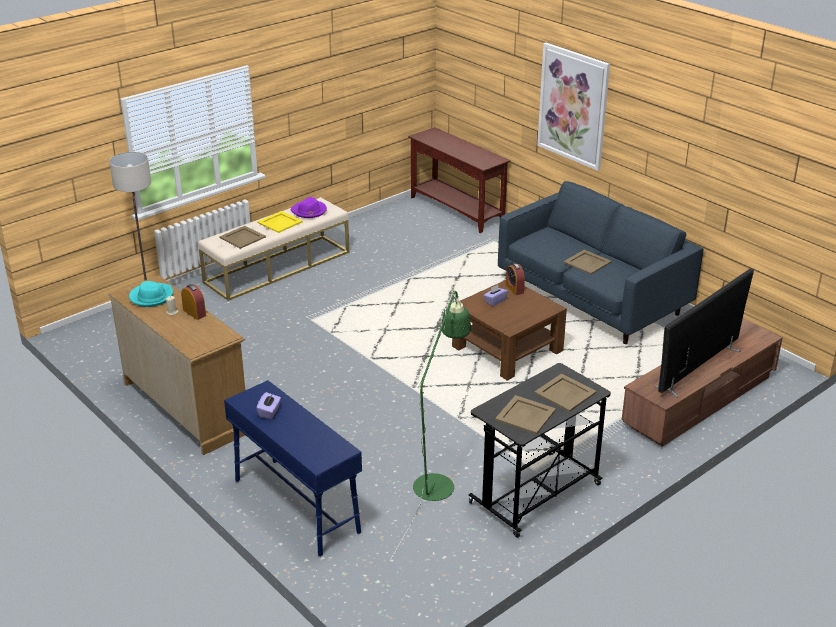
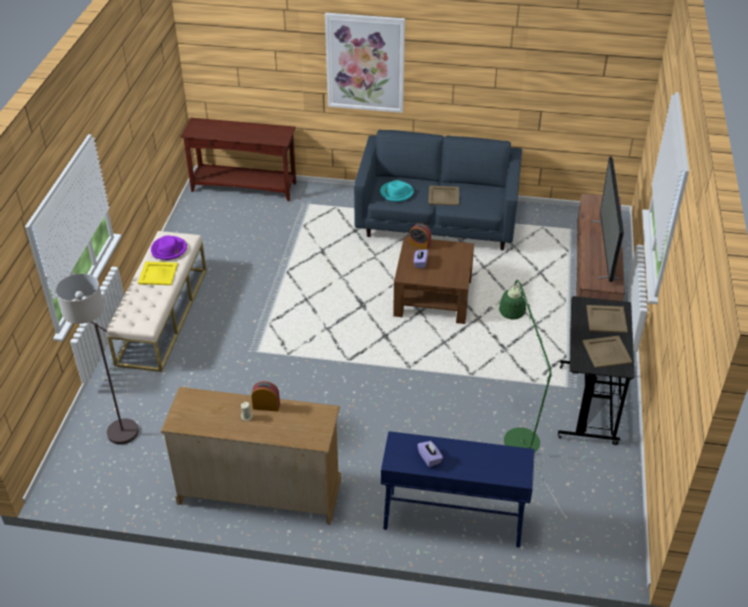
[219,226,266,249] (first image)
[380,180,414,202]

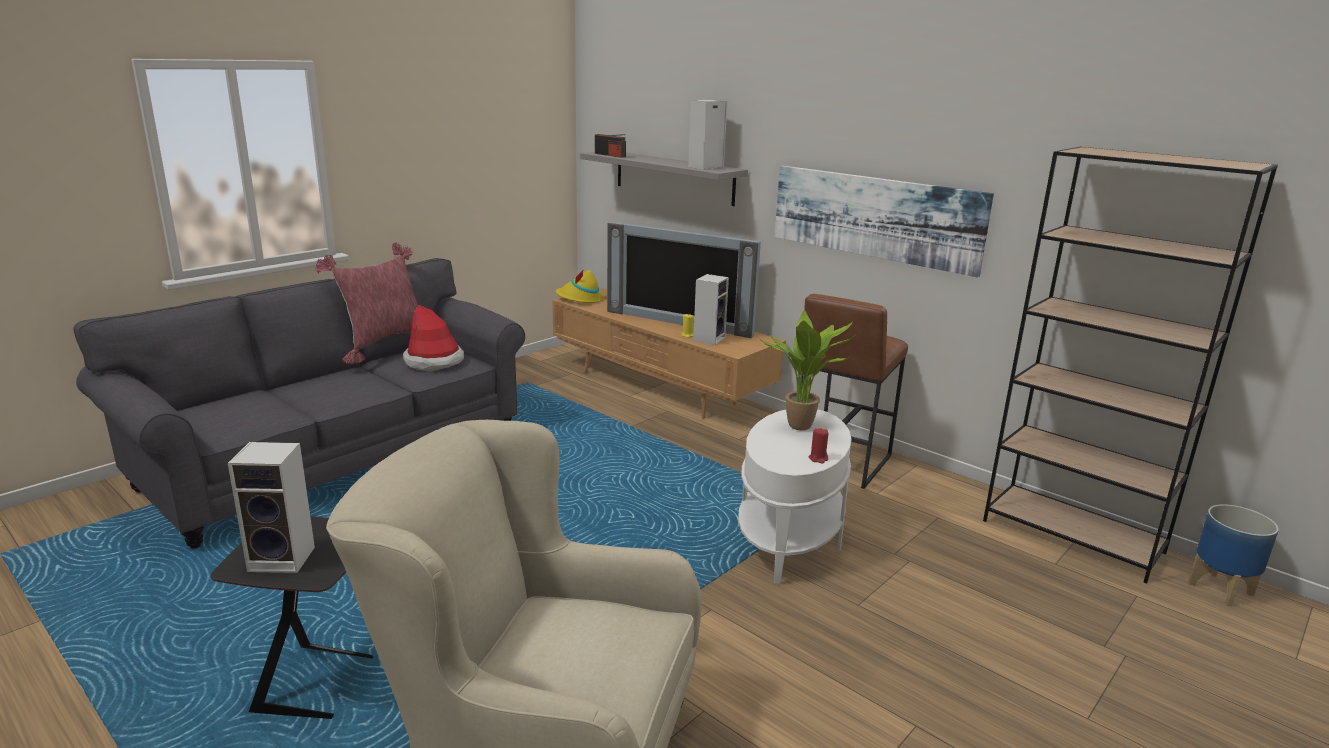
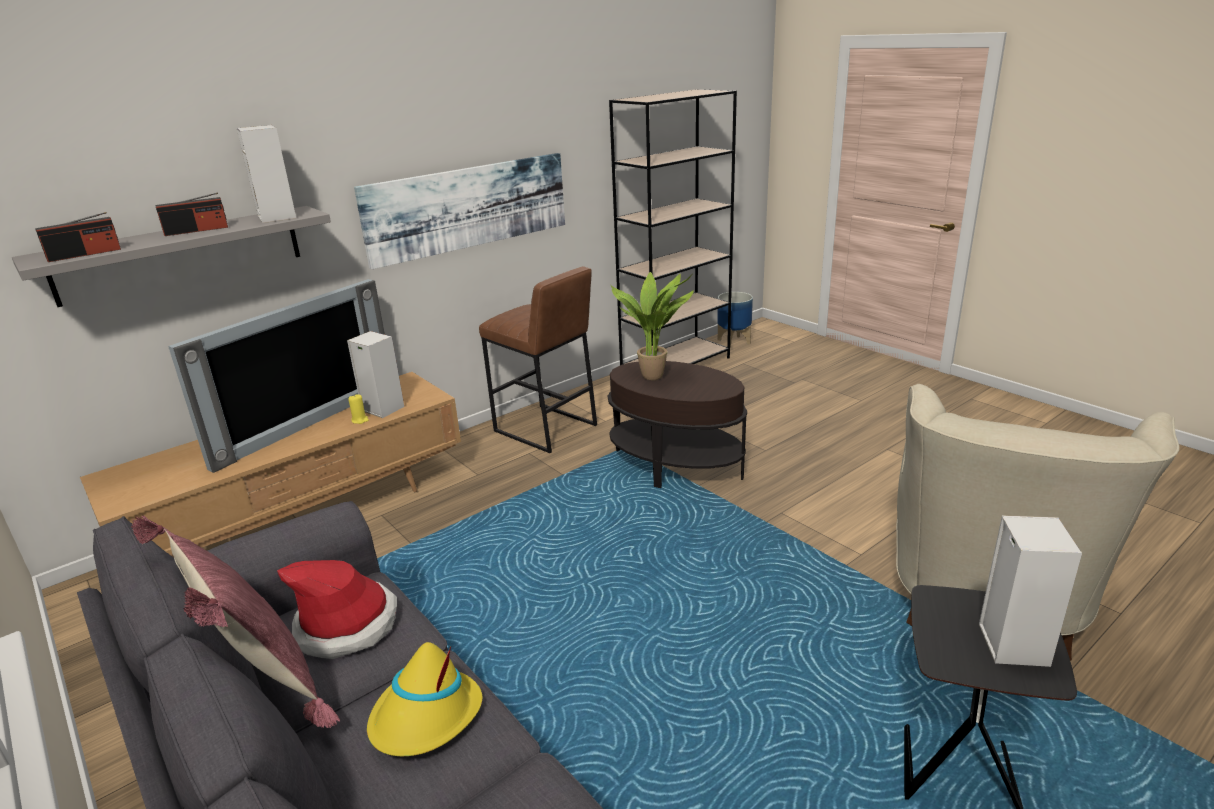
[367,642,482,756]
[608,361,747,488]
[809,428,829,464] (first image)
[156,192,228,236]

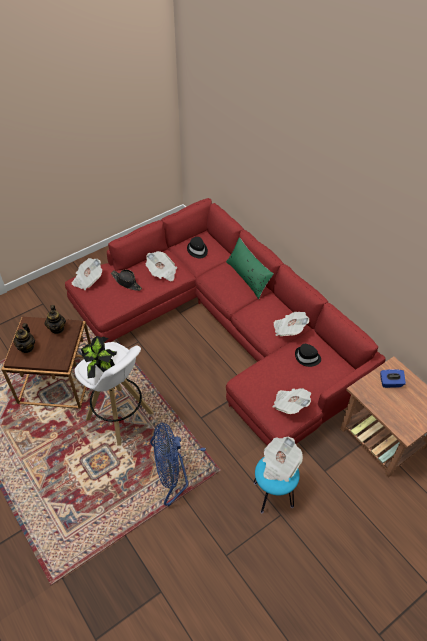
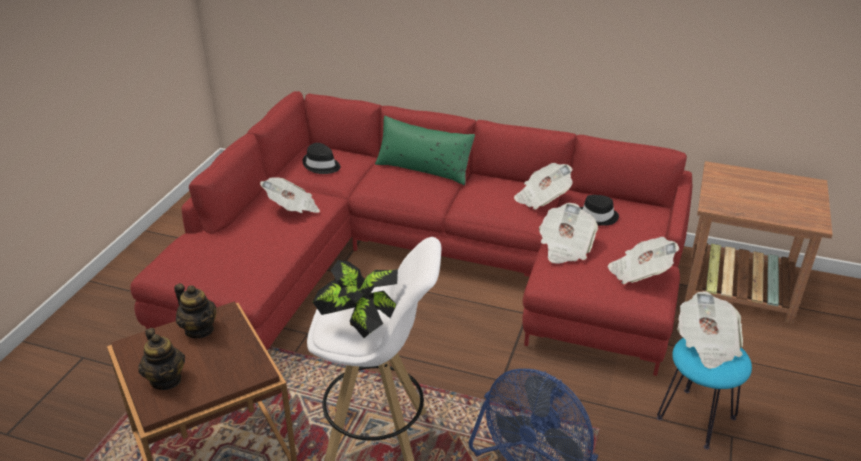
[539,203,598,264]
[111,269,142,291] (first image)
[380,369,406,388] (first image)

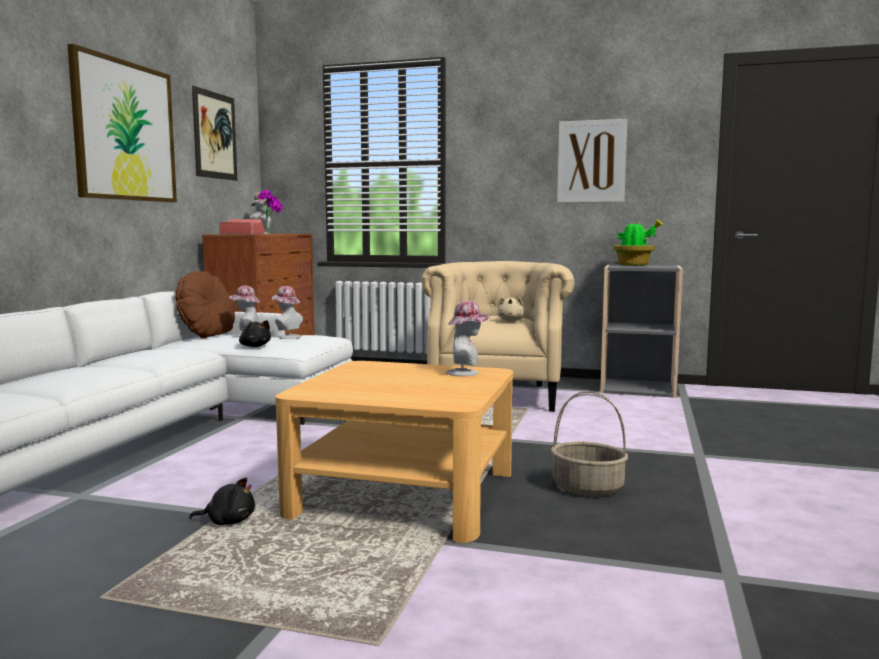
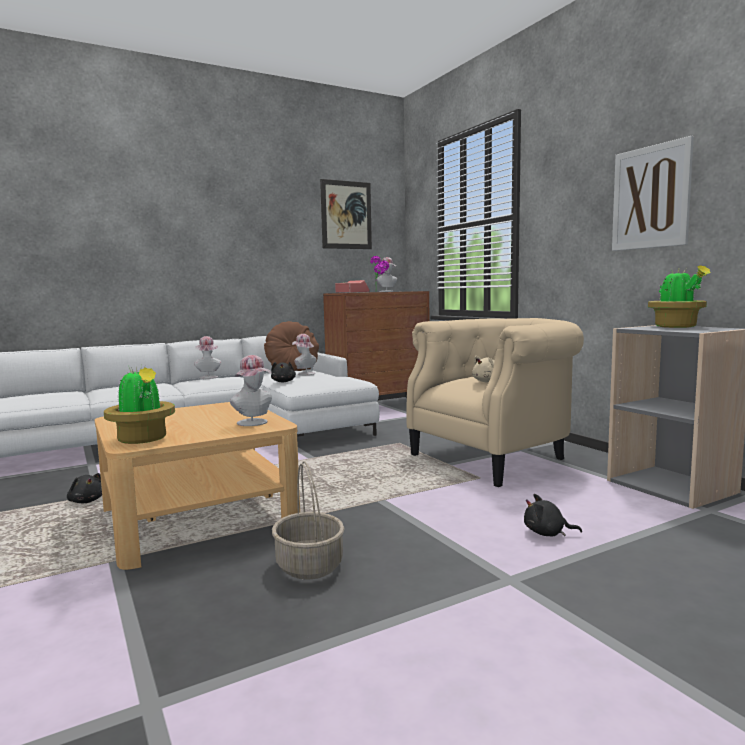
[67,44,177,202] (first image)
[194,336,221,379]
[104,366,175,444]
[524,494,582,536]

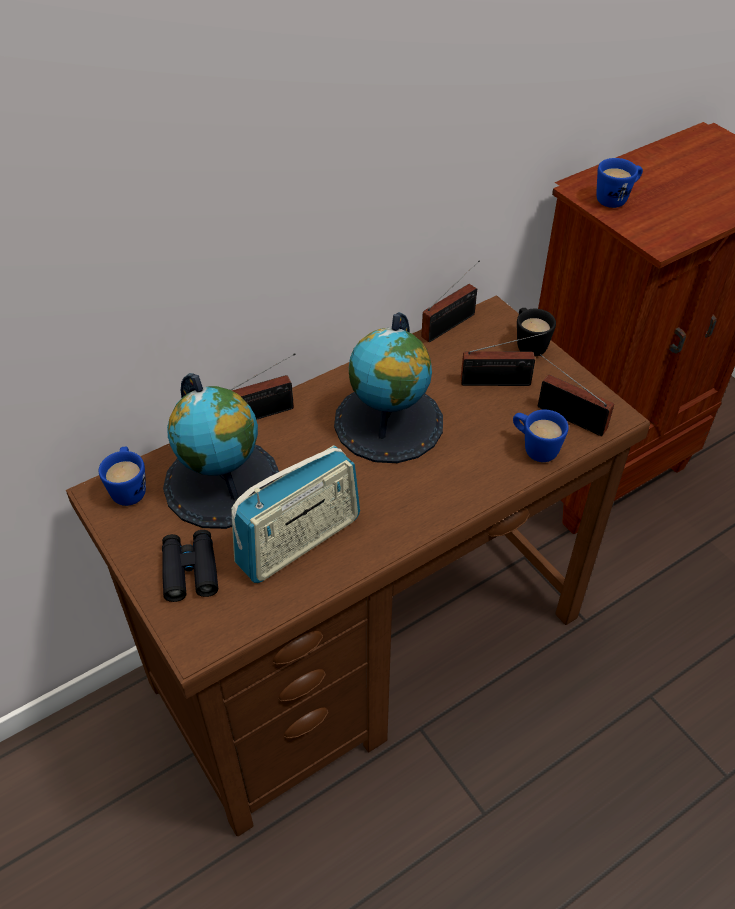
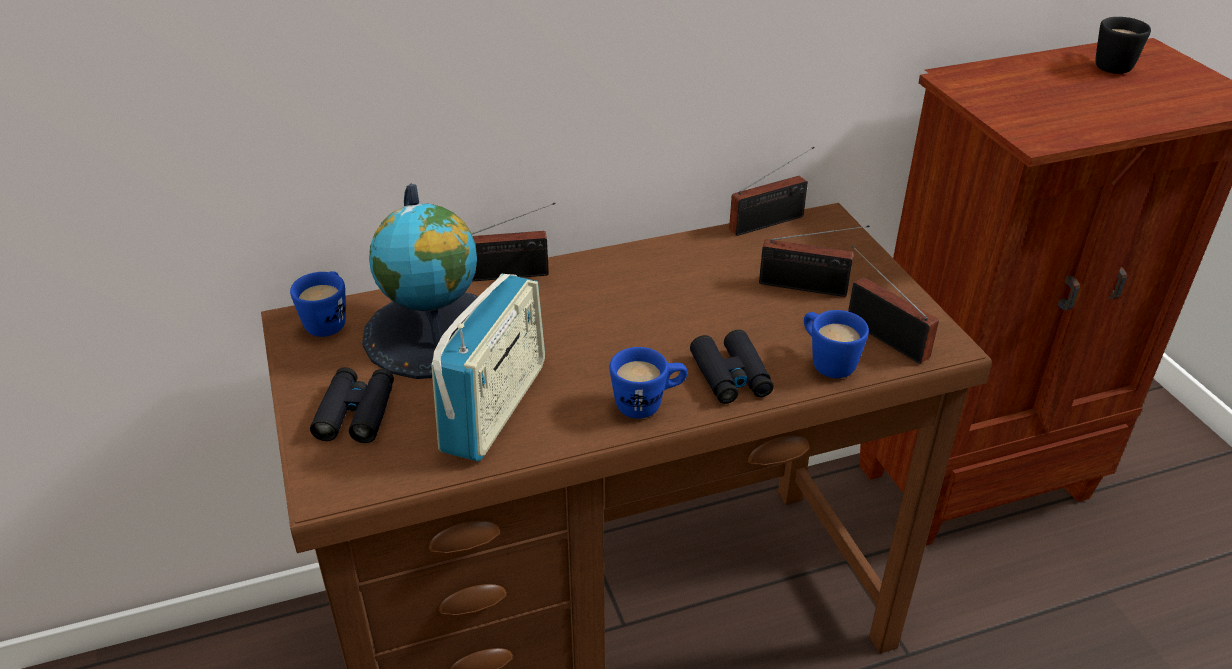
[610,347,687,419]
[1096,17,1151,74]
[334,312,443,463] (first image)
[431,273,545,462]
[690,330,774,404]

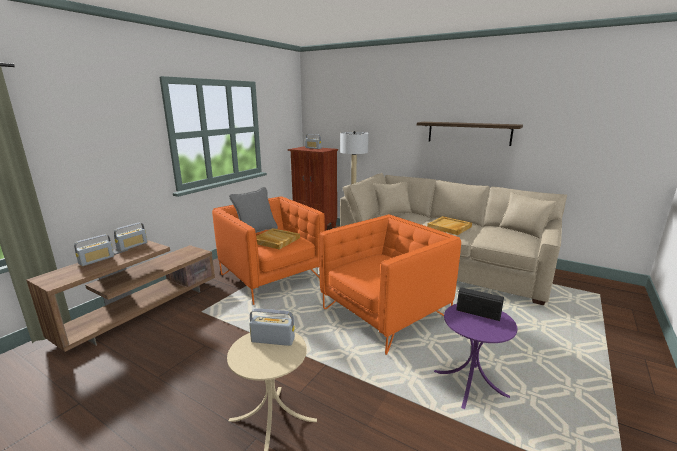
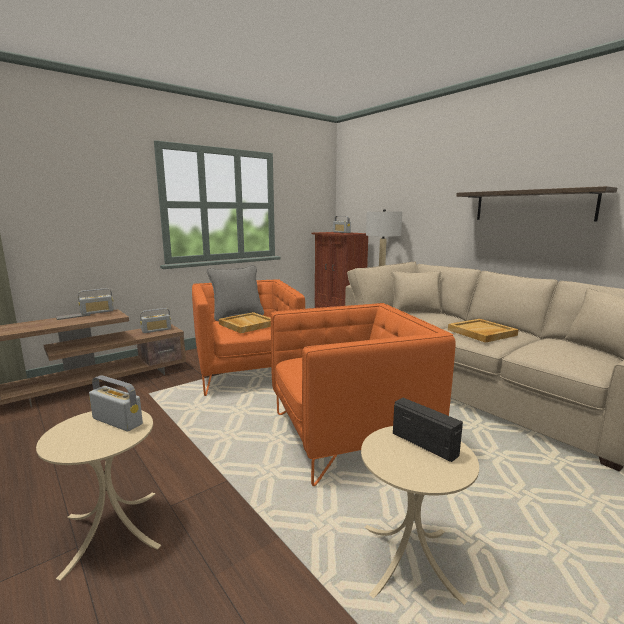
[140,308,171,333]
[361,426,479,605]

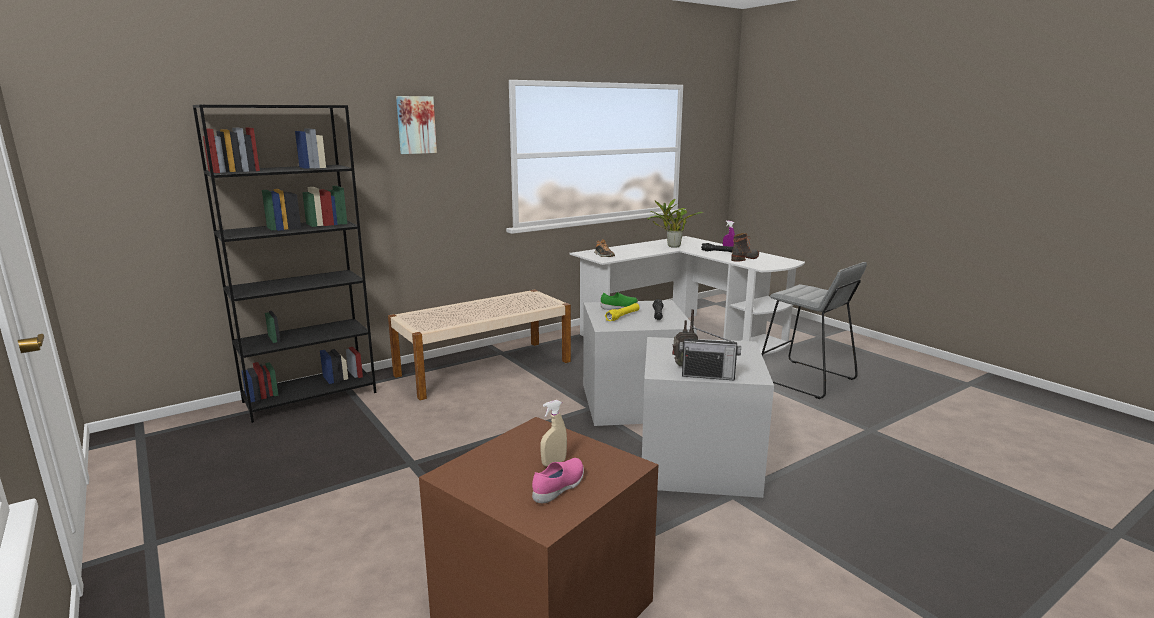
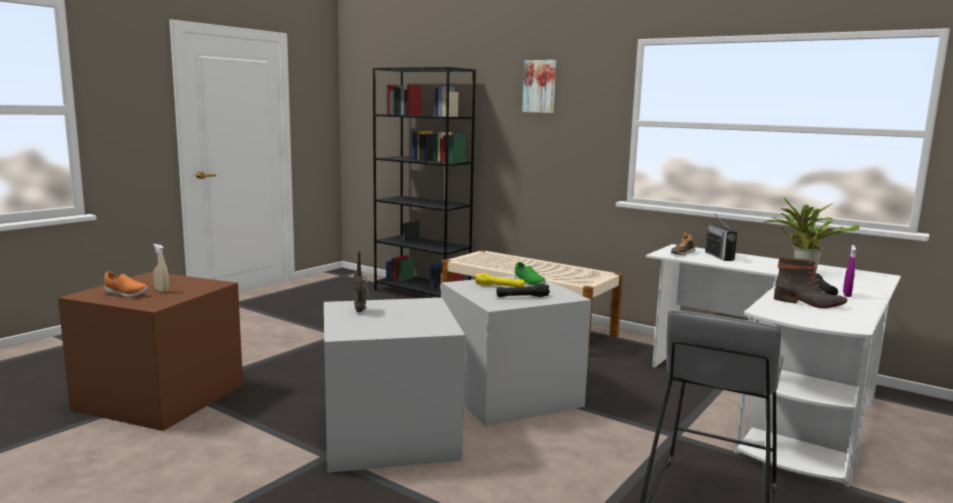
[705,214,737,261]
[104,272,148,297]

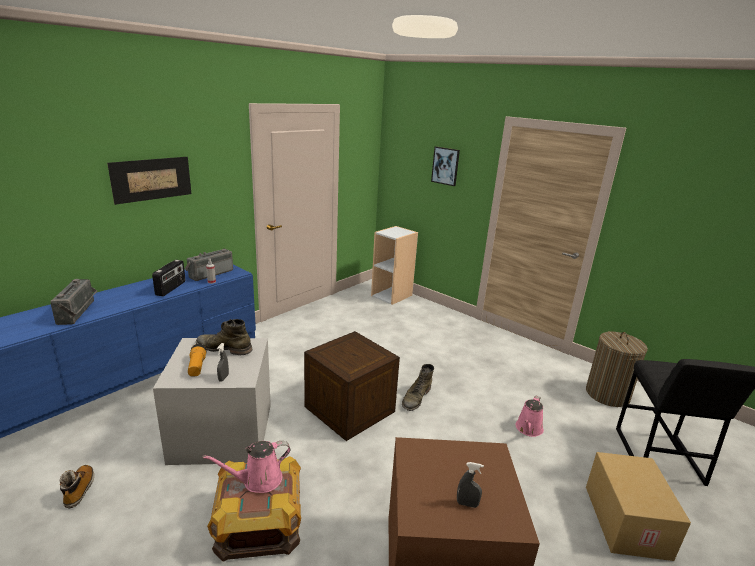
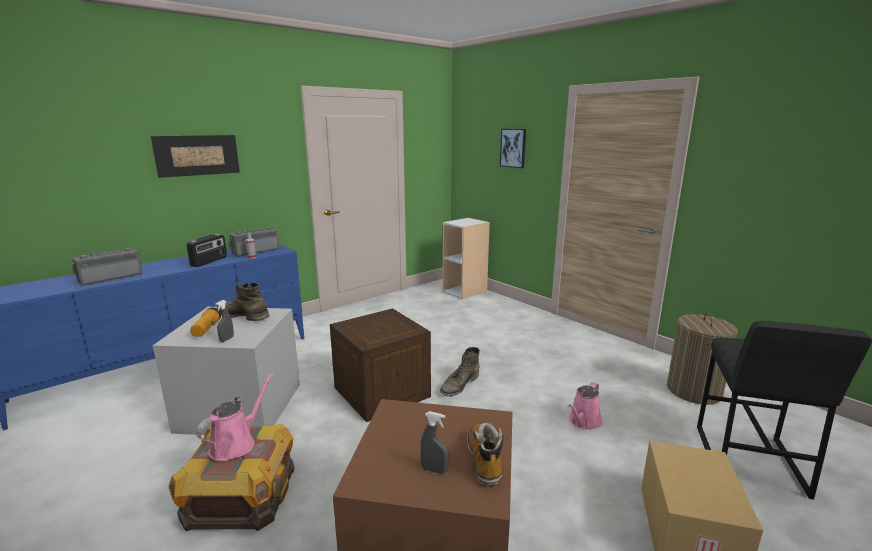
[72,248,142,286]
[196,373,274,461]
[467,422,503,486]

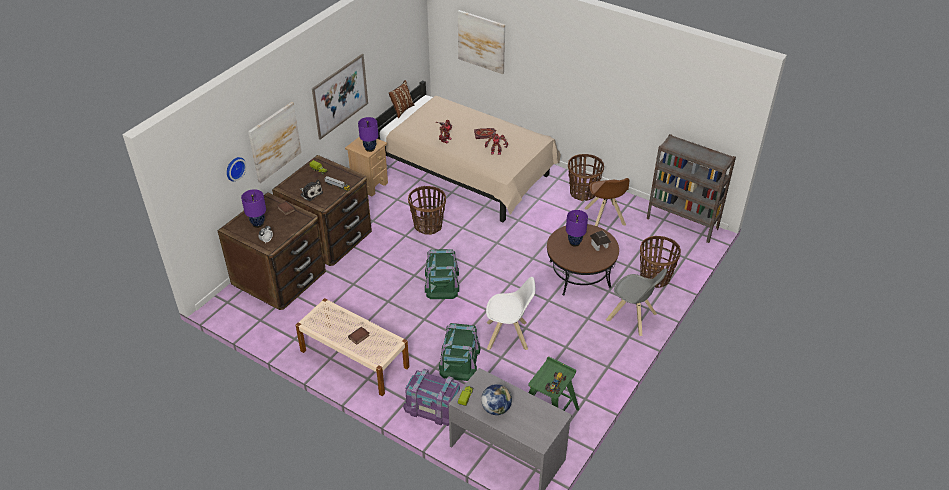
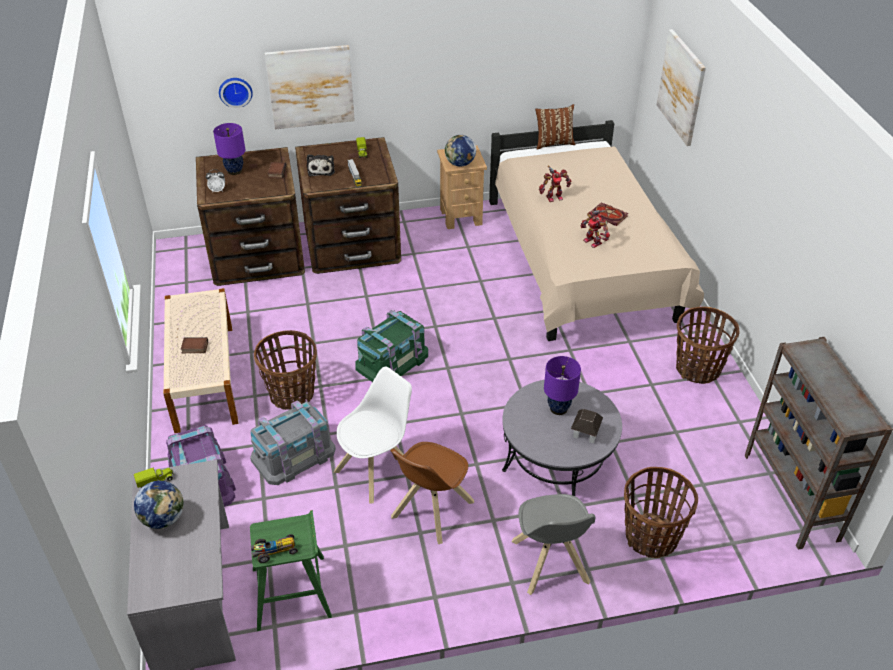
[312,54,368,140] (first image)
[445,135,476,166]
[390,442,474,544]
[254,330,317,410]
[502,379,622,496]
[334,367,412,504]
[250,401,336,485]

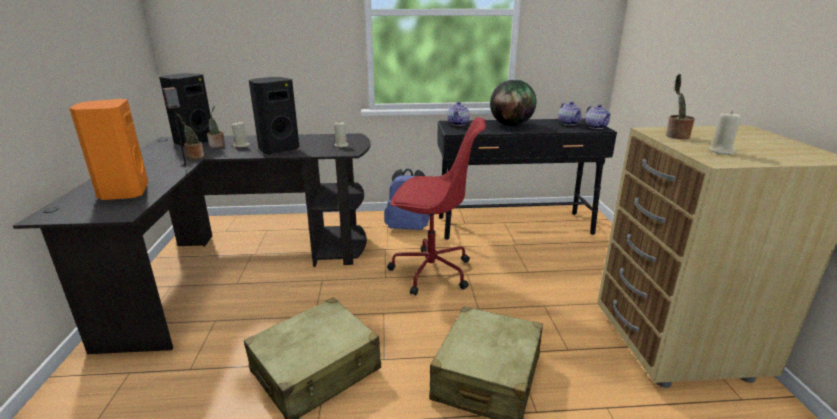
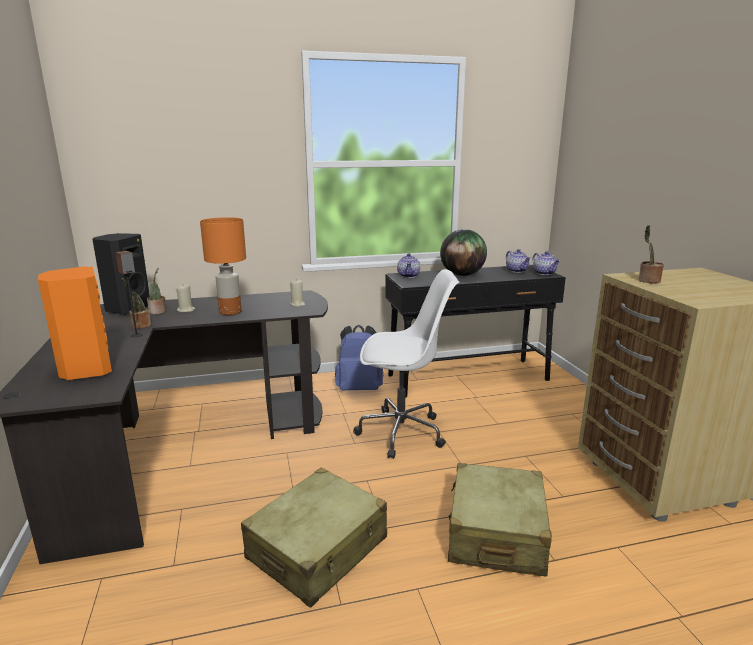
[200,217,246,315]
[708,111,742,155] (first image)
[354,269,459,459]

